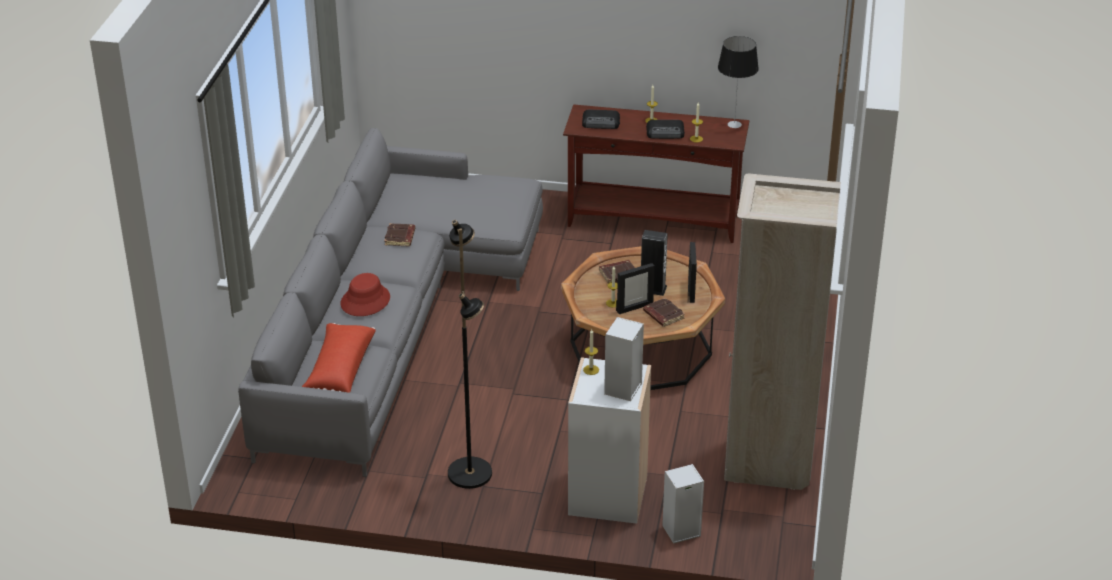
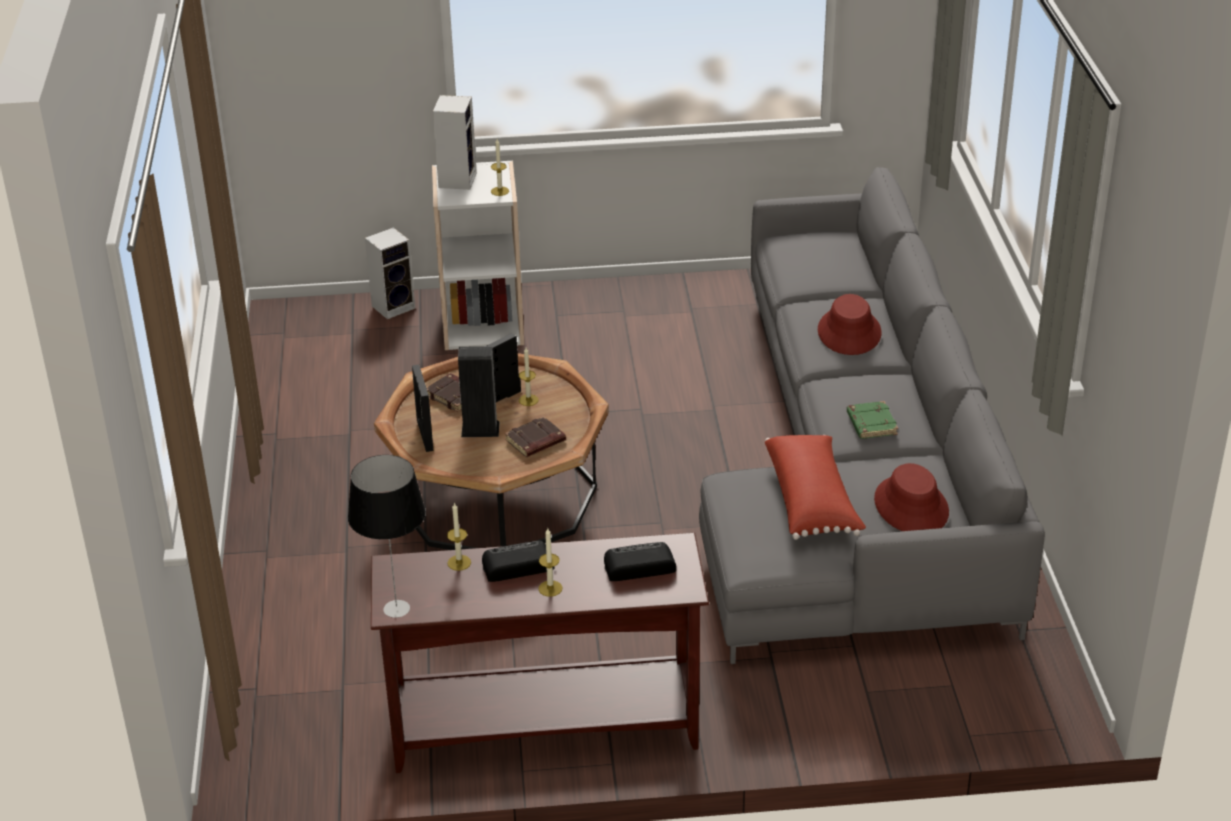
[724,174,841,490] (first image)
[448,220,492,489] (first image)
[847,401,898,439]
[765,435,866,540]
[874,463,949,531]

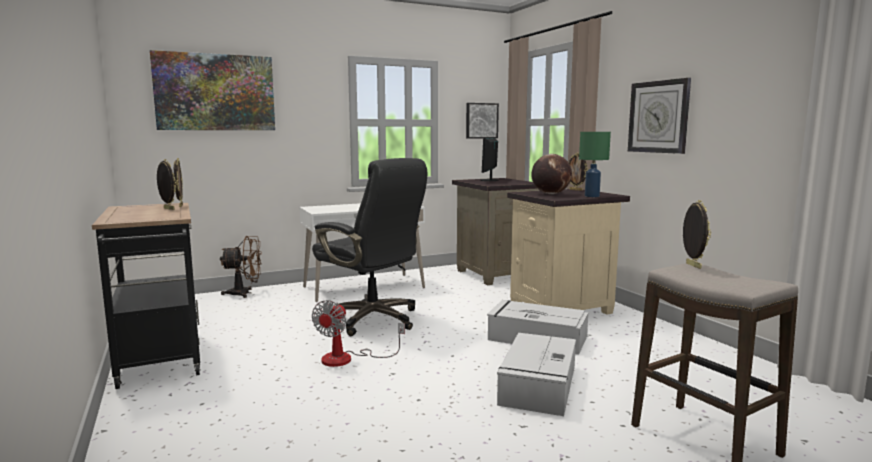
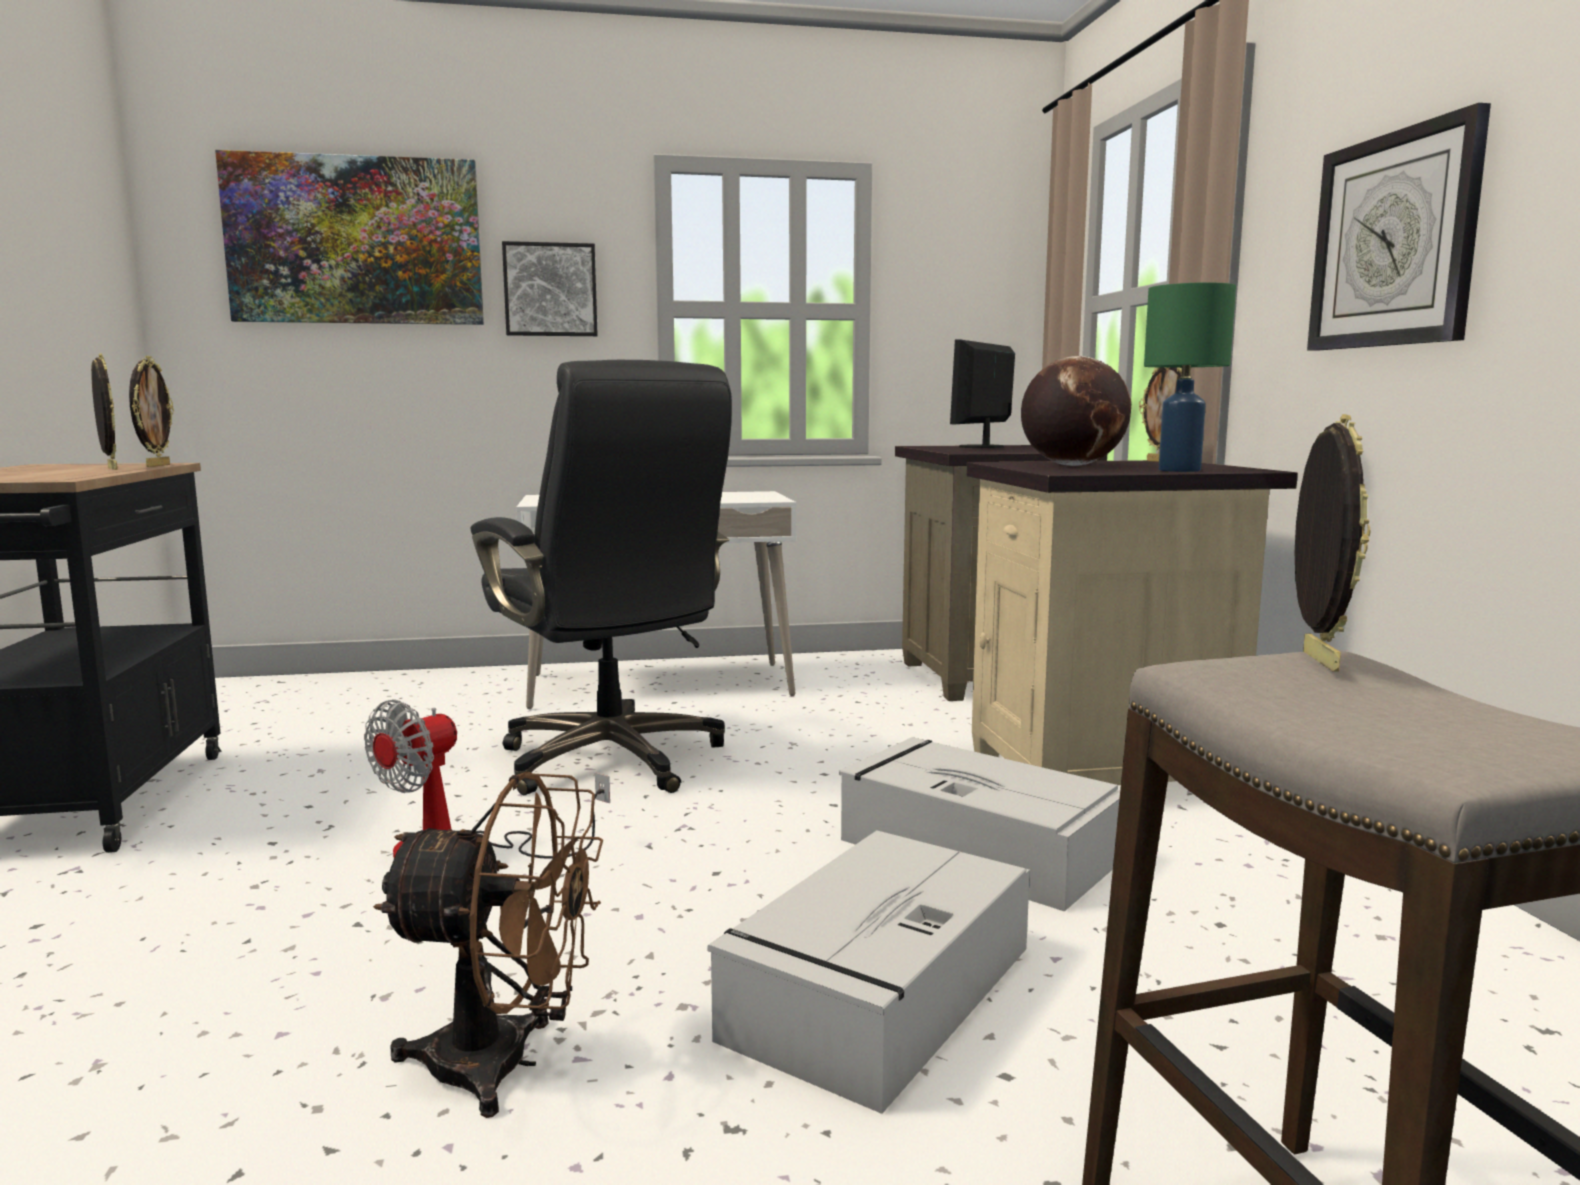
[502,241,598,336]
[373,772,603,1118]

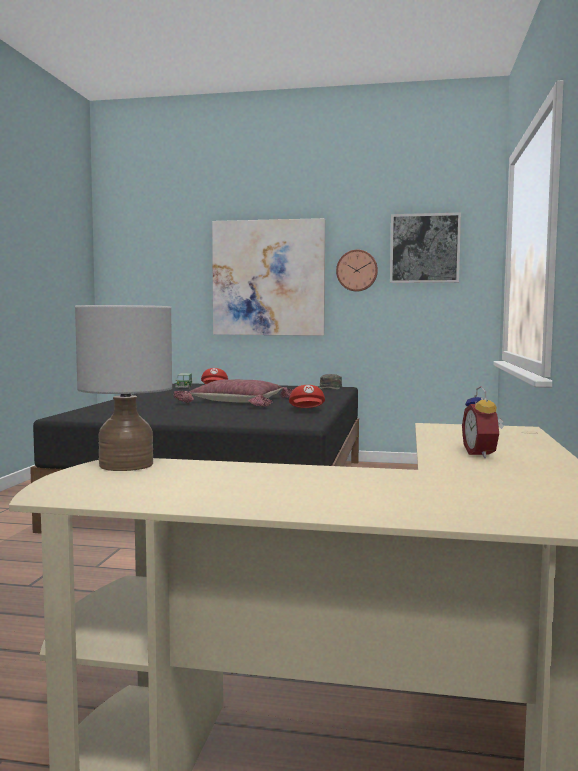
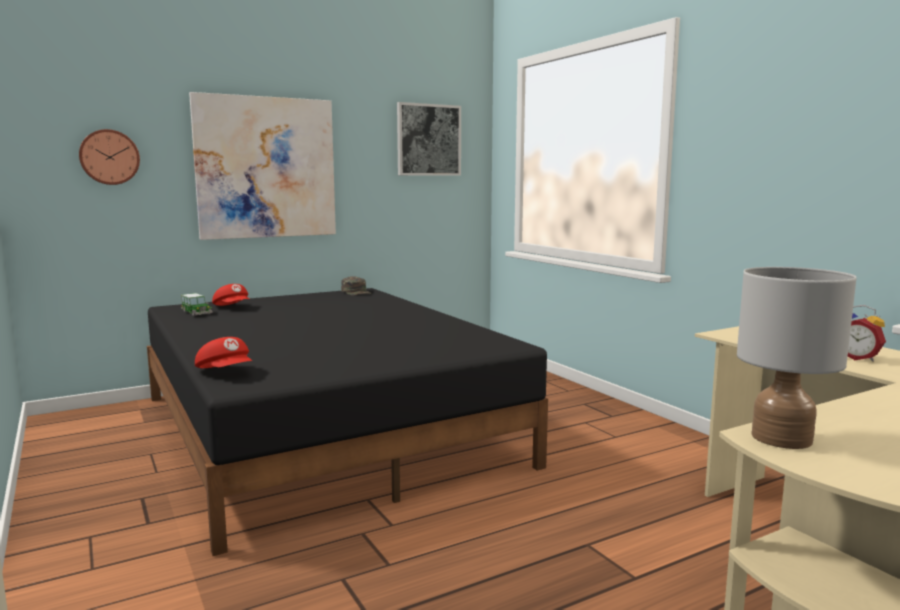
[79,129,140,185]
[173,379,293,407] (first image)
[195,337,252,368]

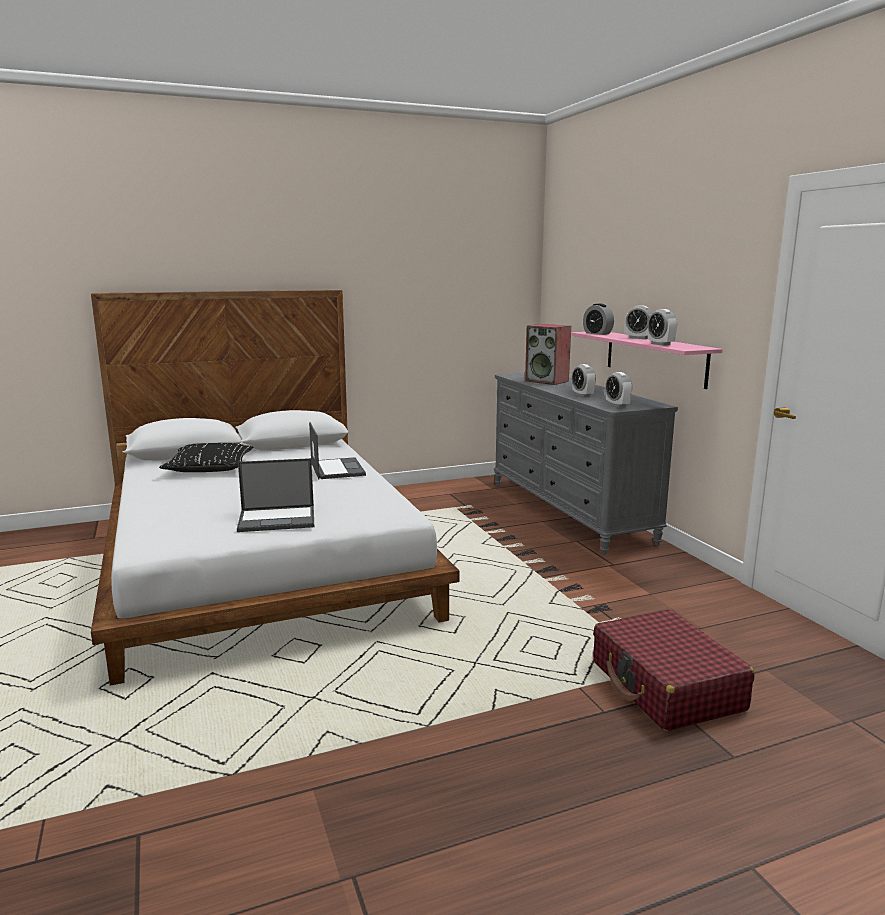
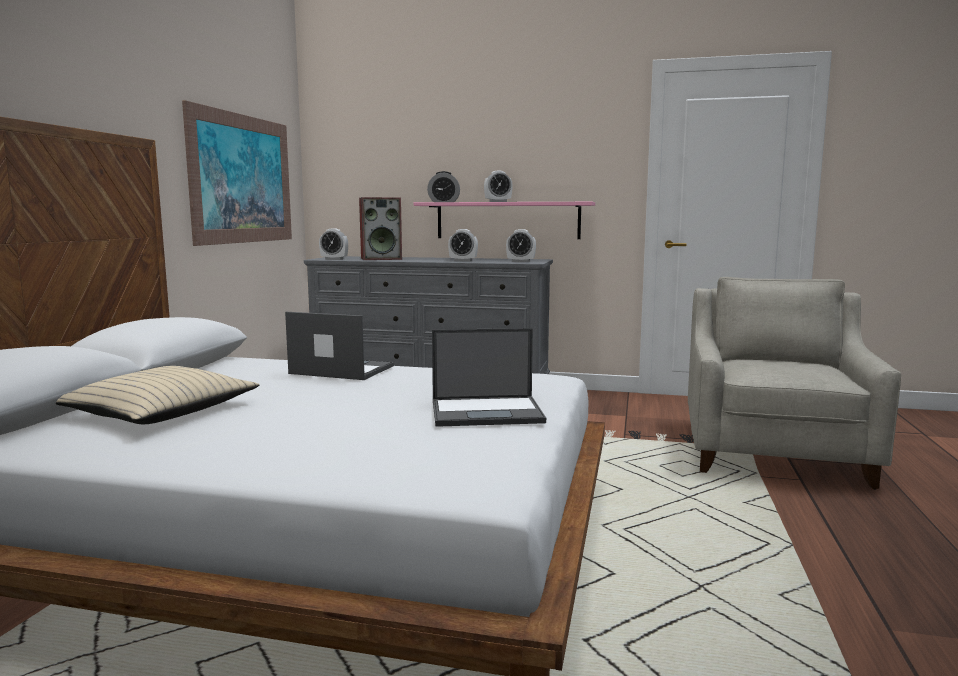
[319,228,348,260]
[56,366,259,424]
[432,328,546,427]
[688,277,901,489]
[182,100,292,246]

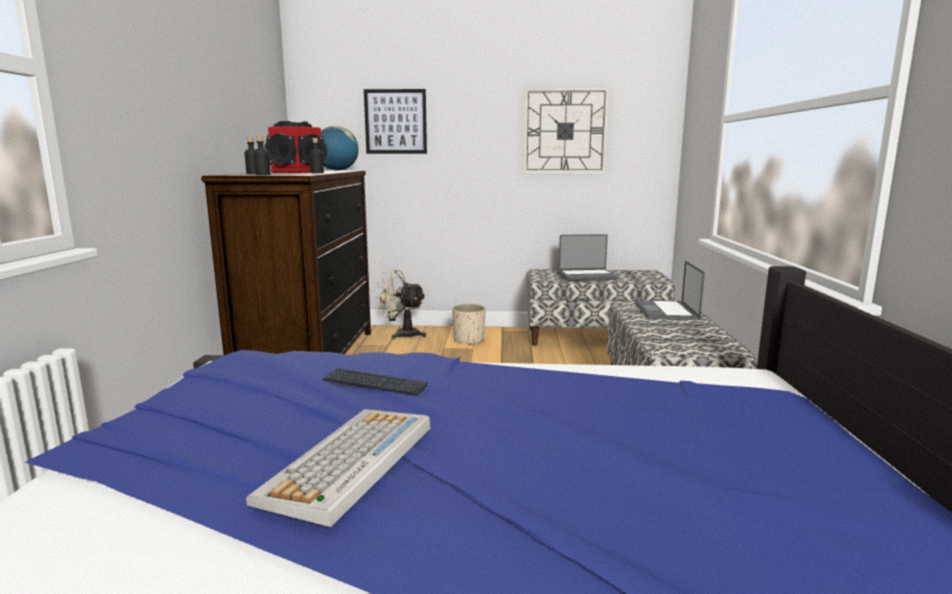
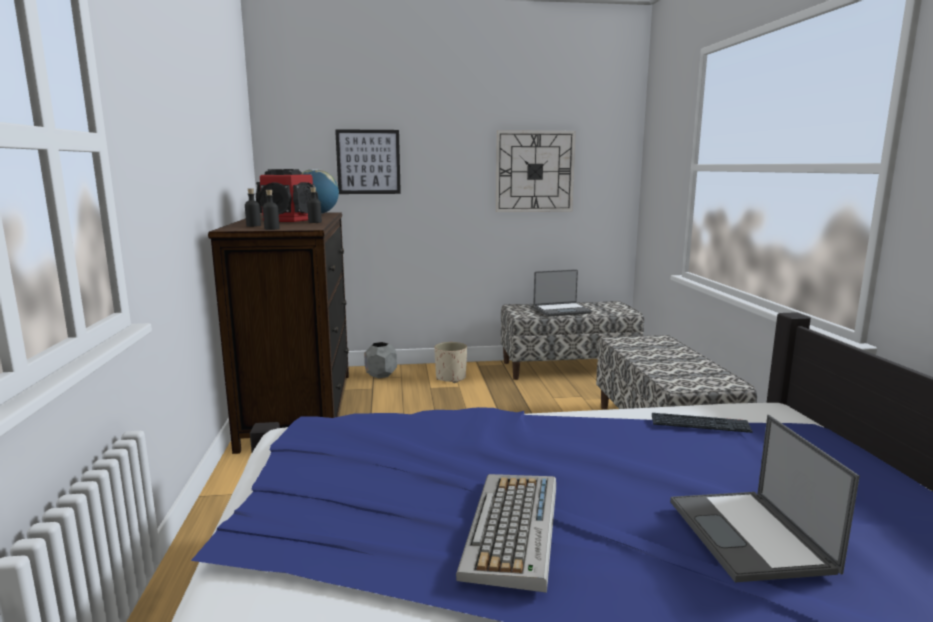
[670,415,860,582]
[364,342,397,378]
[652,413,753,433]

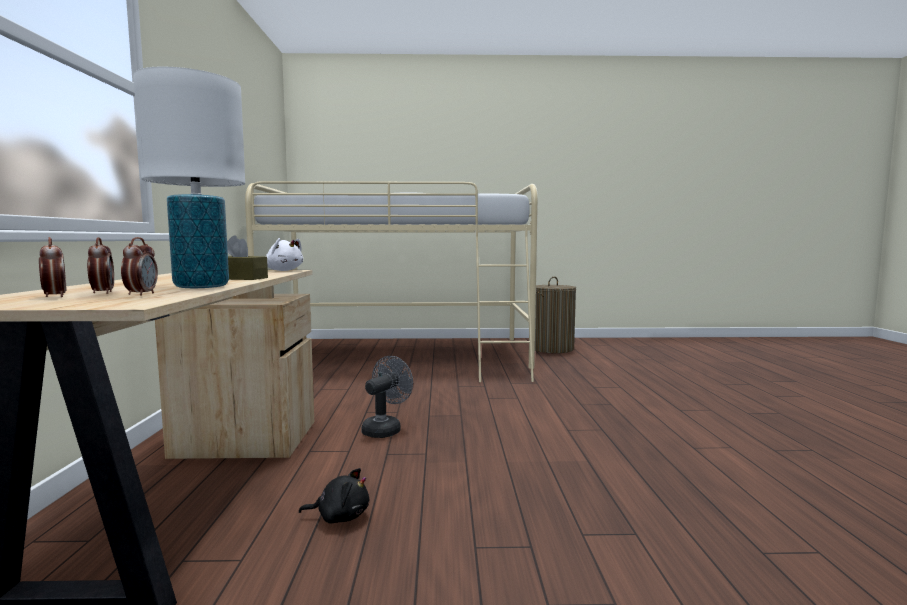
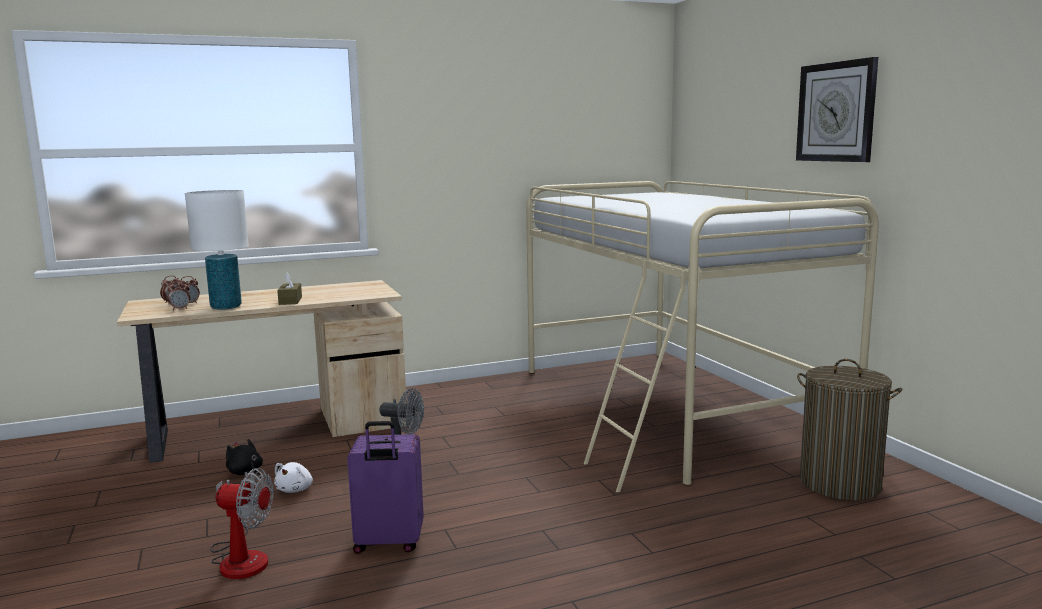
[274,462,313,493]
[226,439,263,478]
[796,57,878,162]
[347,421,424,554]
[210,468,274,579]

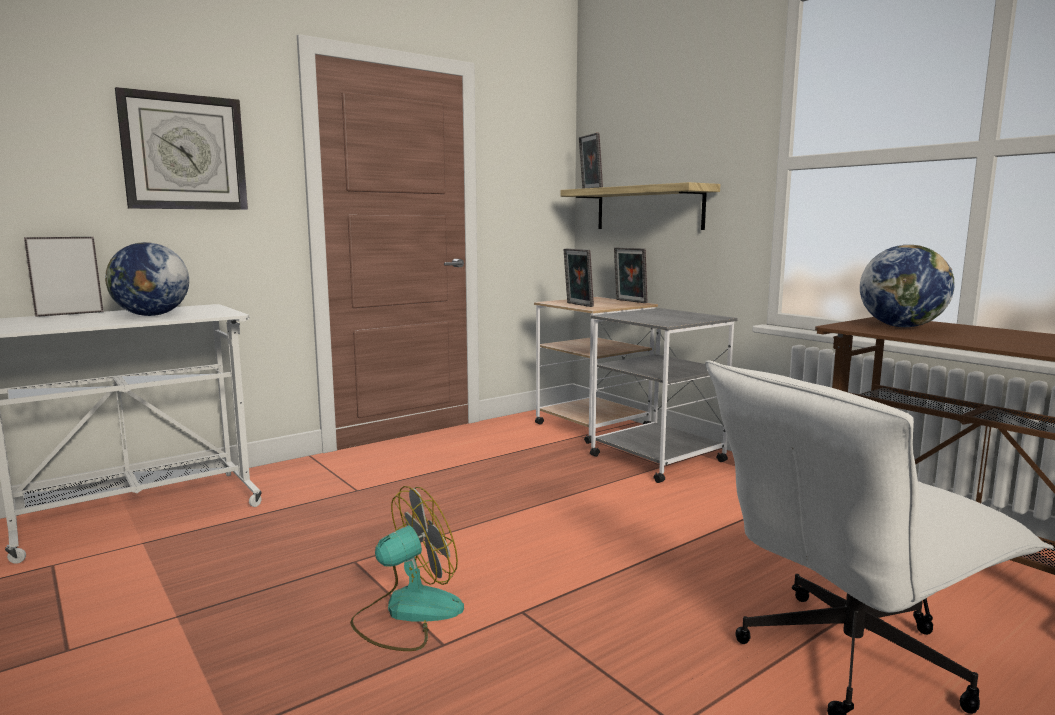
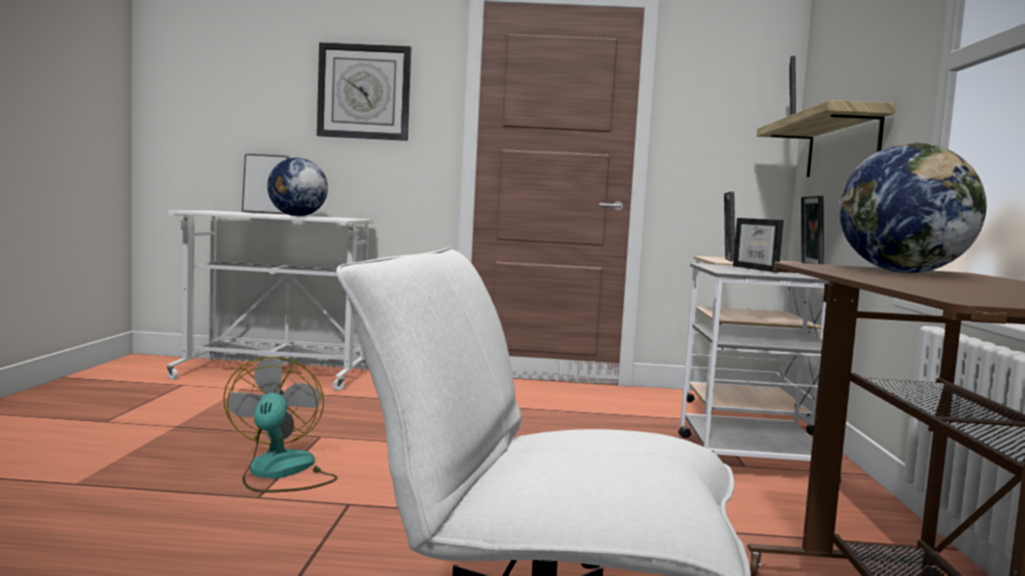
[223,357,338,493]
[733,218,784,273]

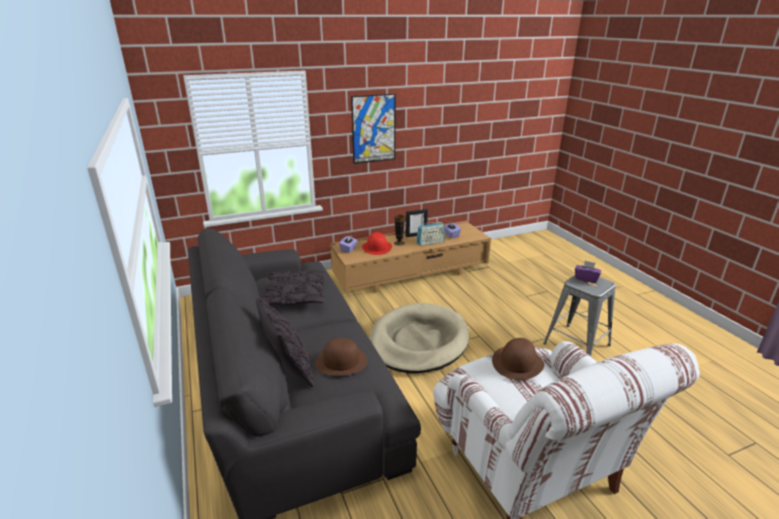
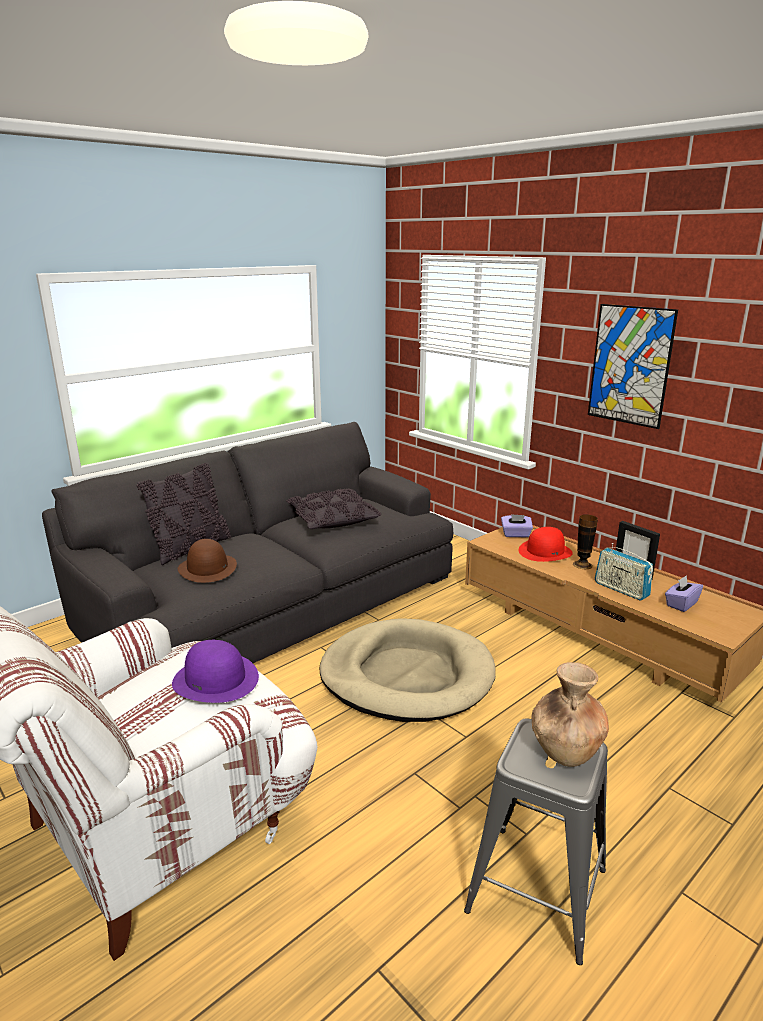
[531,662,609,767]
[172,640,259,703]

